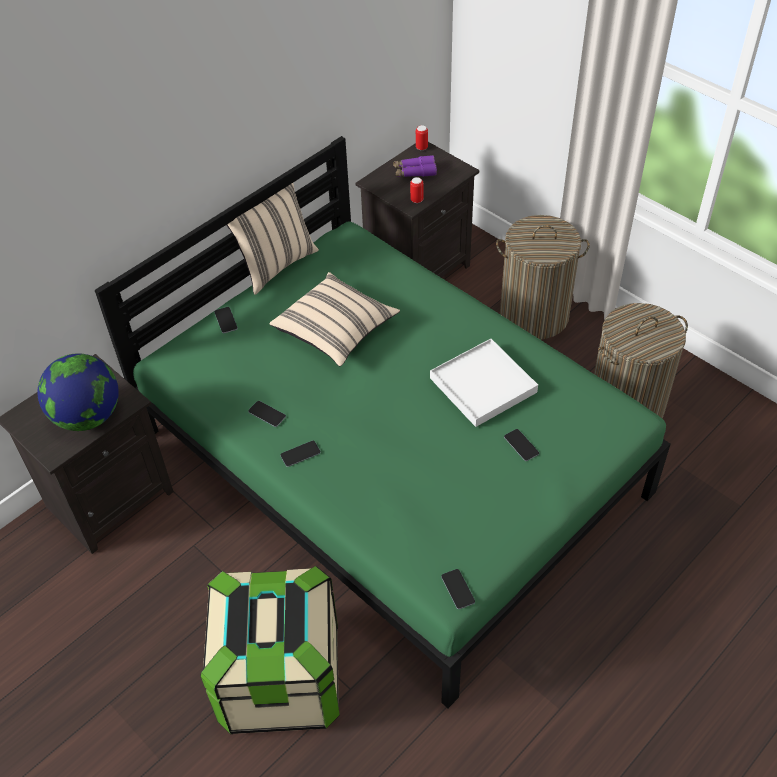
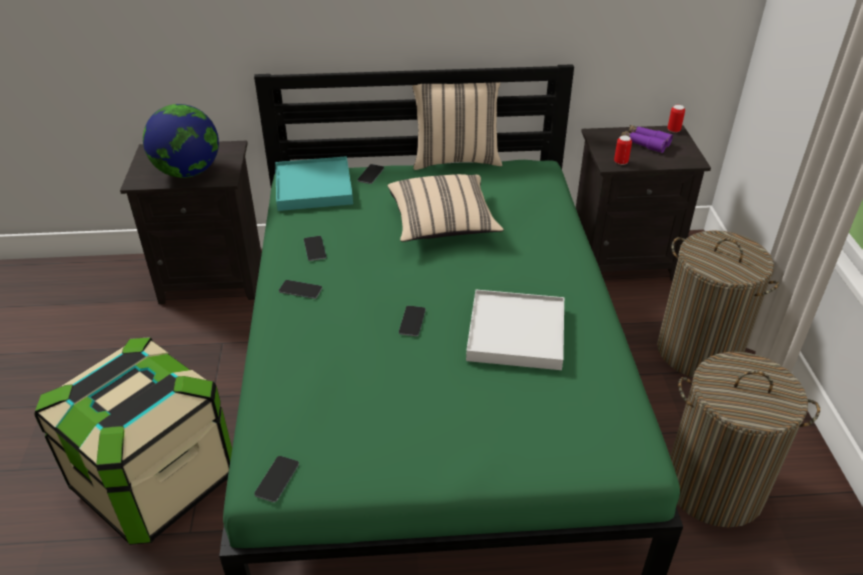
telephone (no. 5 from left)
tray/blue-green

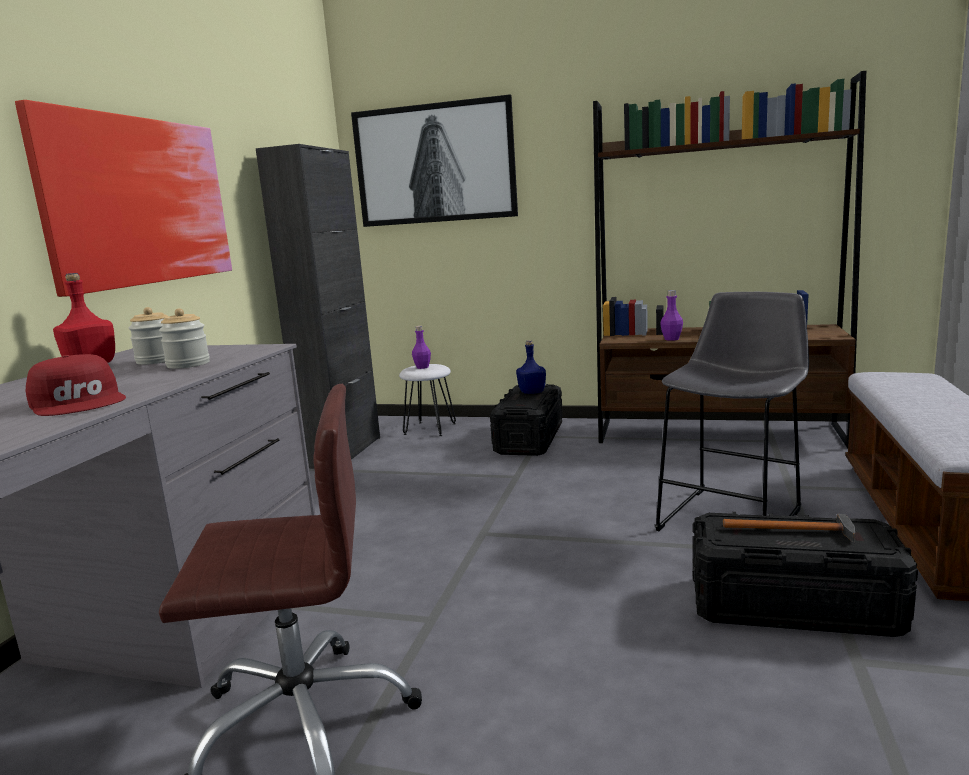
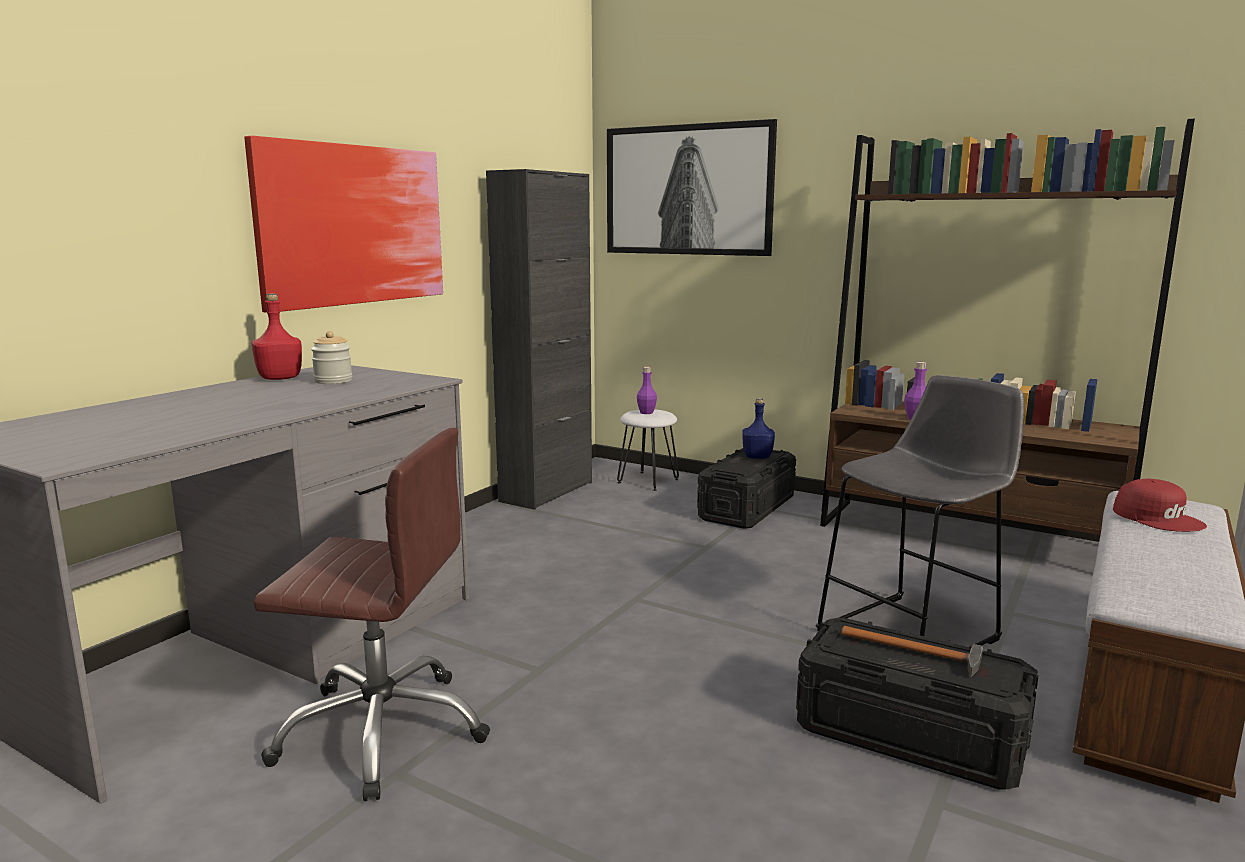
baseball cap/red
preserve jar (no. 2 from left in the first image)

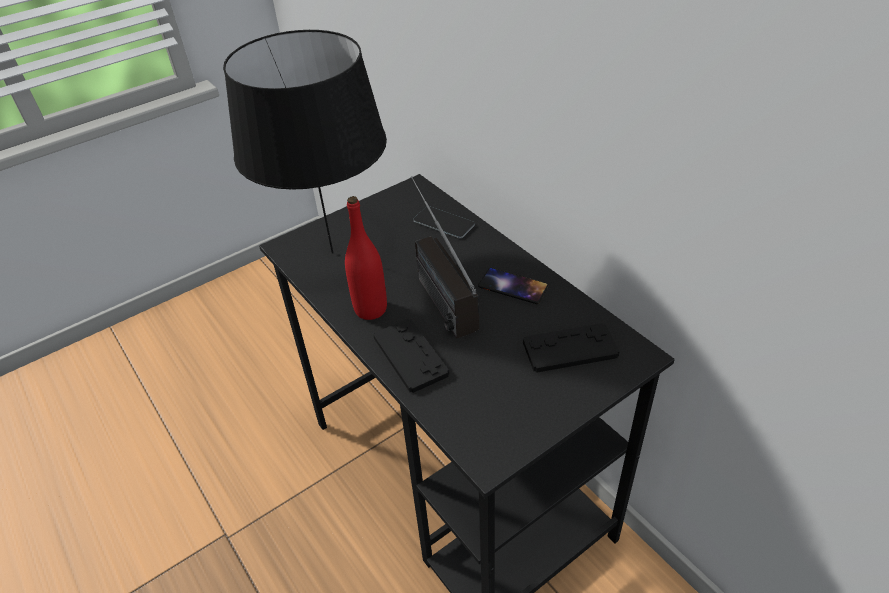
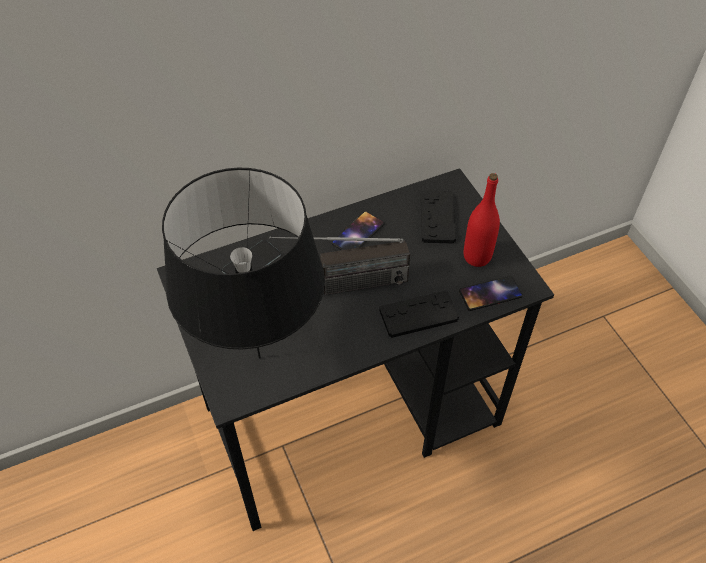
beverage bottle/red
telephone (no. 3 from left)

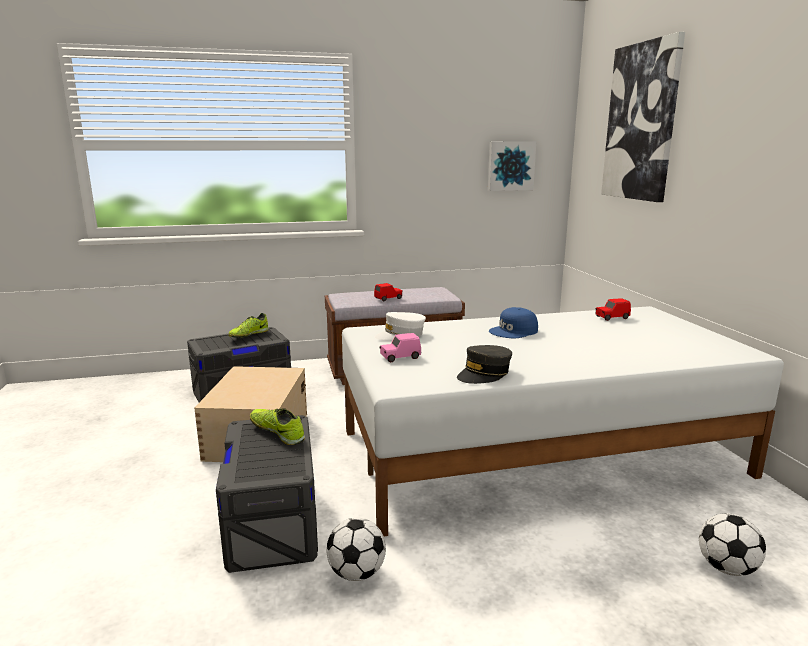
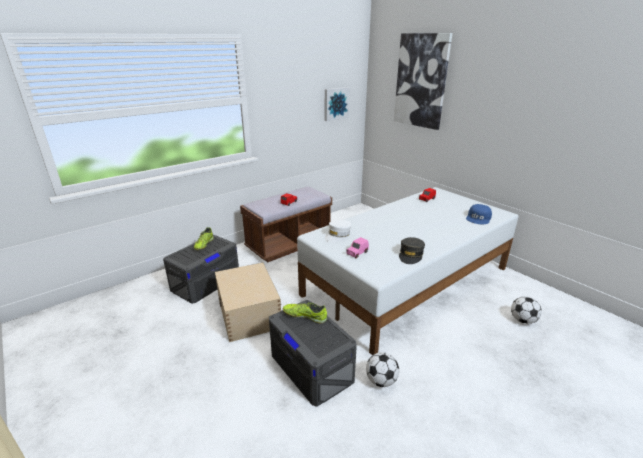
baseball cap/blue-coloured

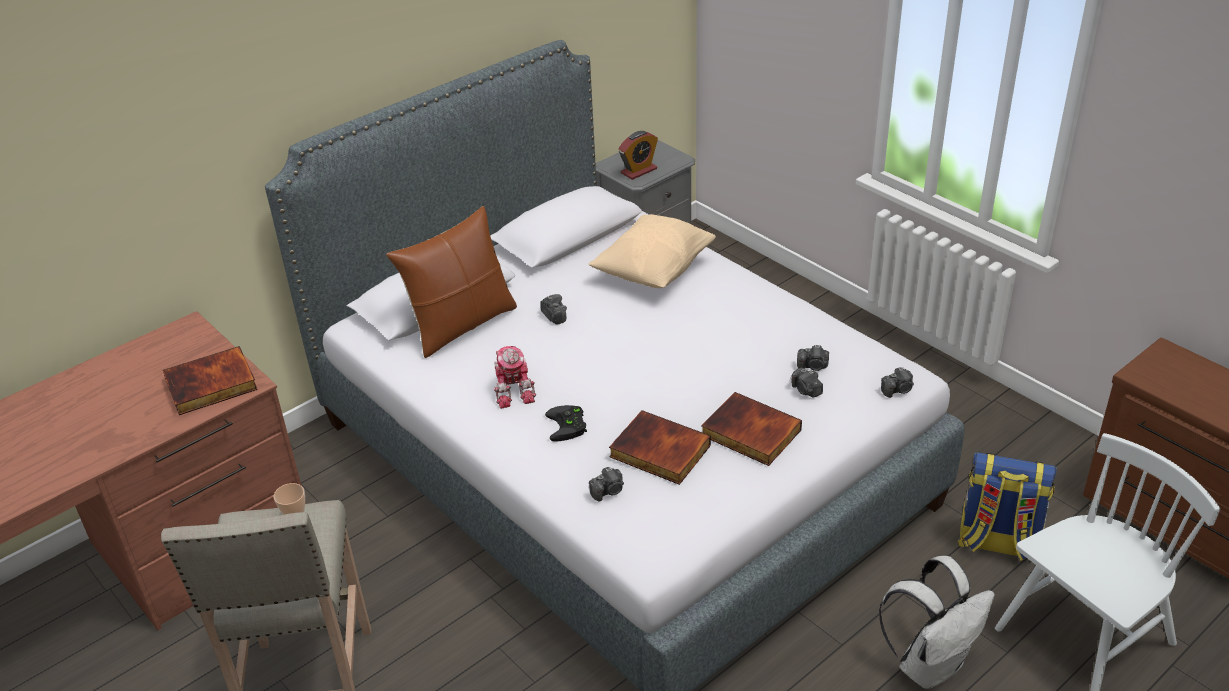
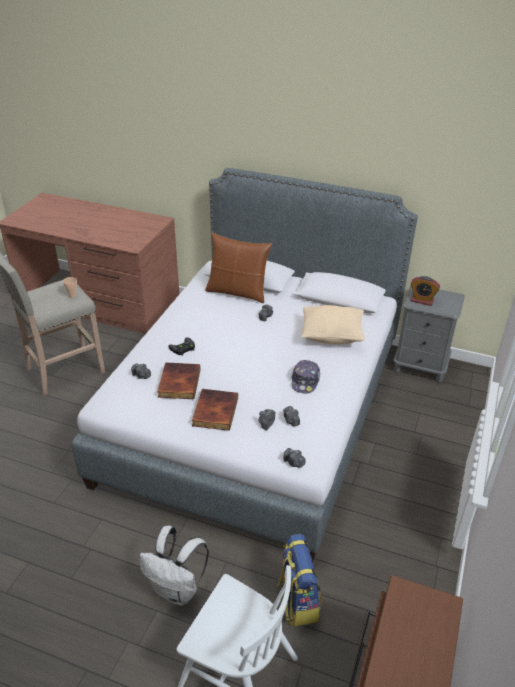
volume (no. 1 from left in the first image)
robot figure
baseball cap

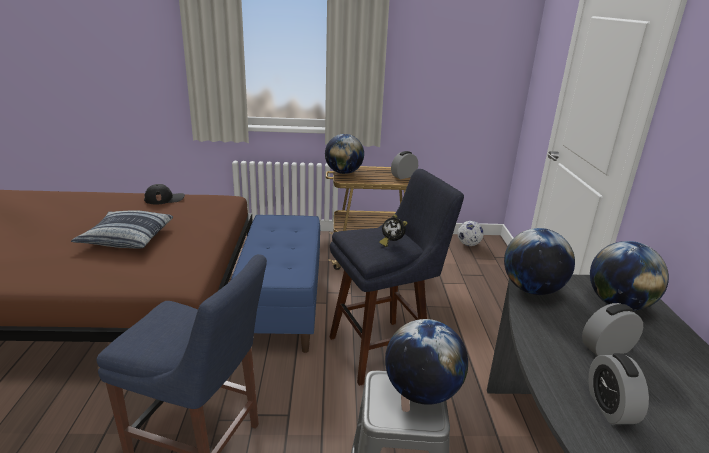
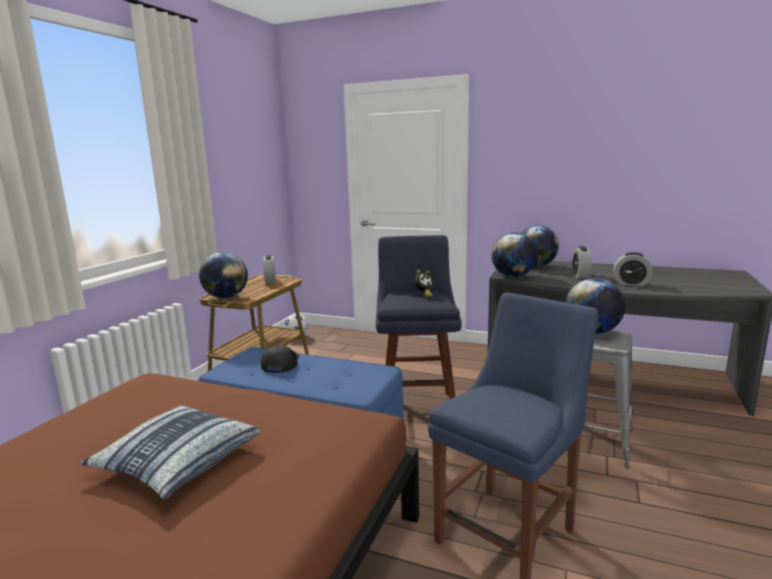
baseball cap/black-coloured

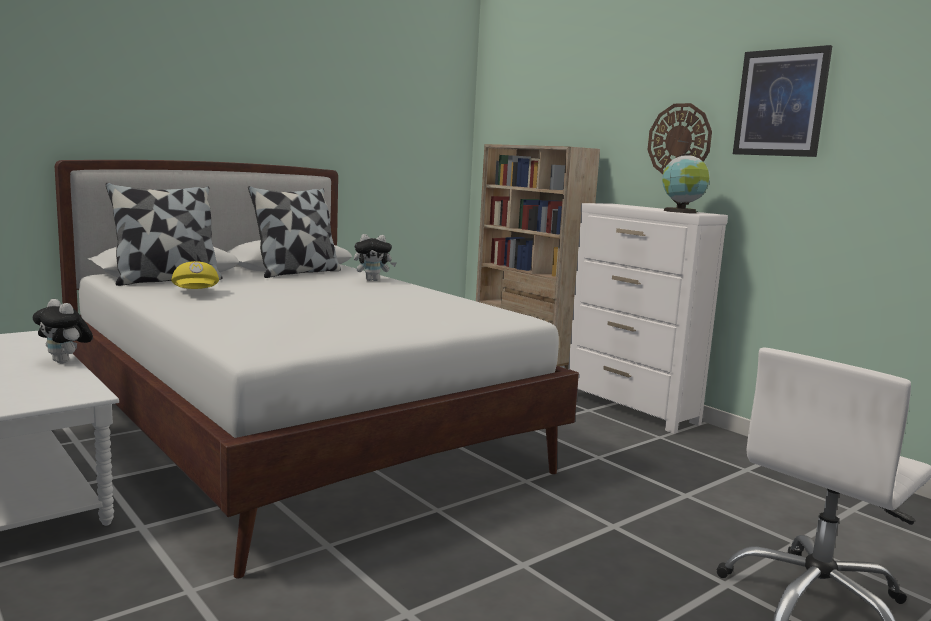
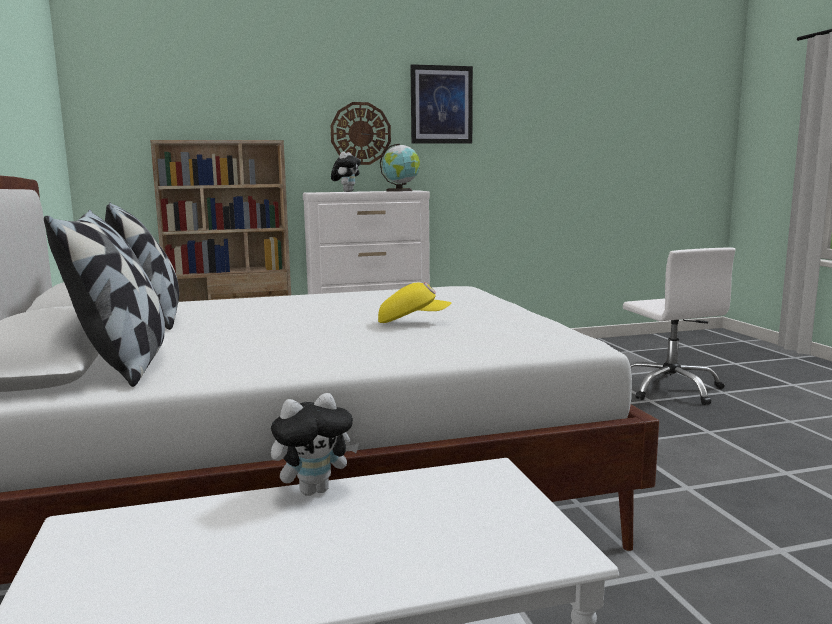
baseball cap/yellow-coloured
soft toy (no. 2 from left)

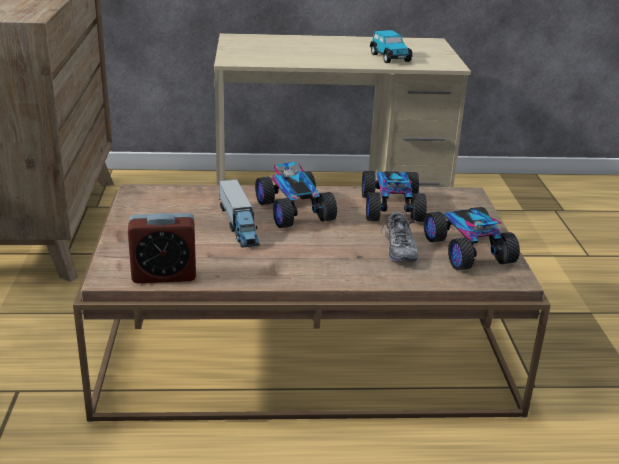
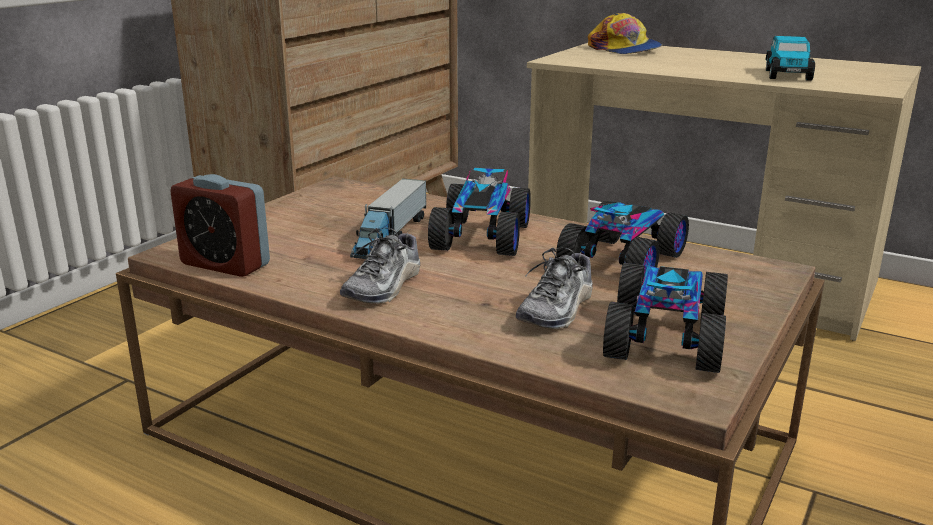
low shoe (no. 1 from left)
baseball cap

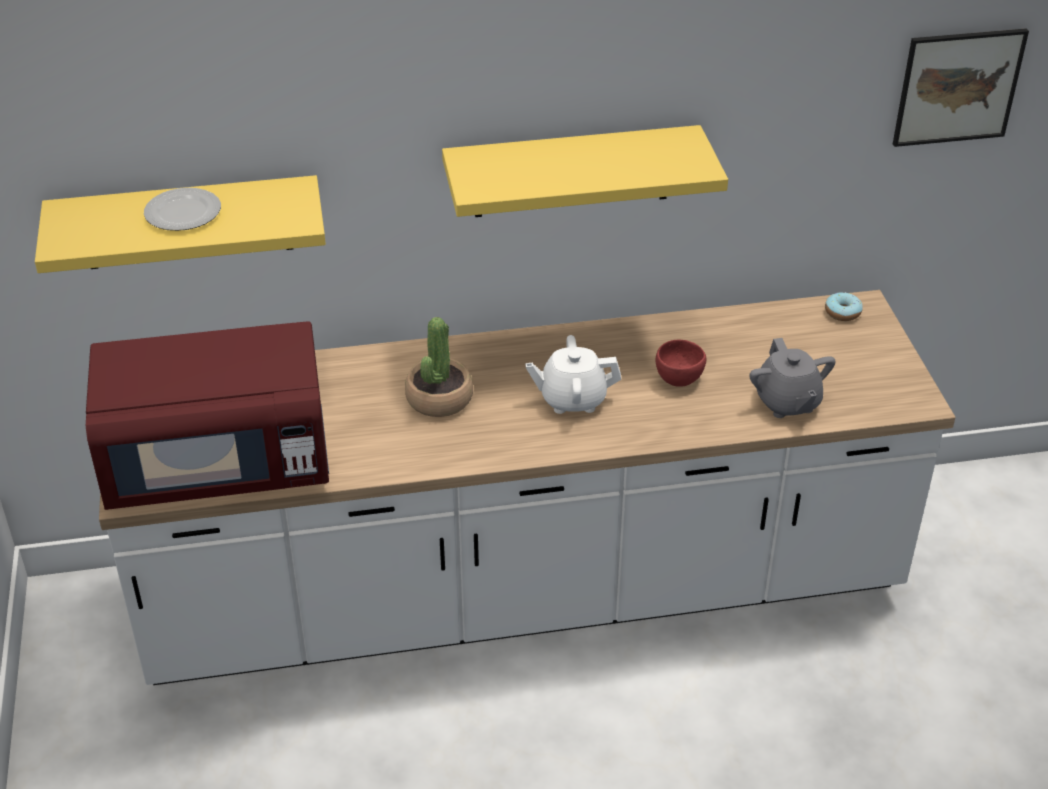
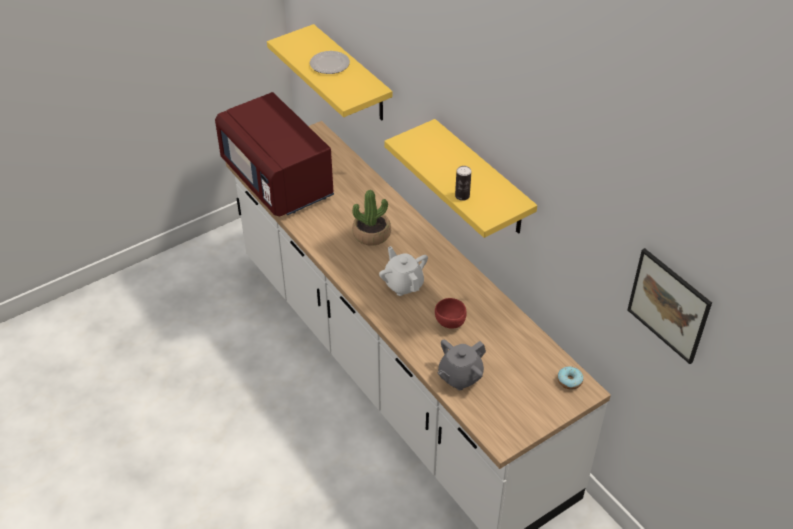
sealed can

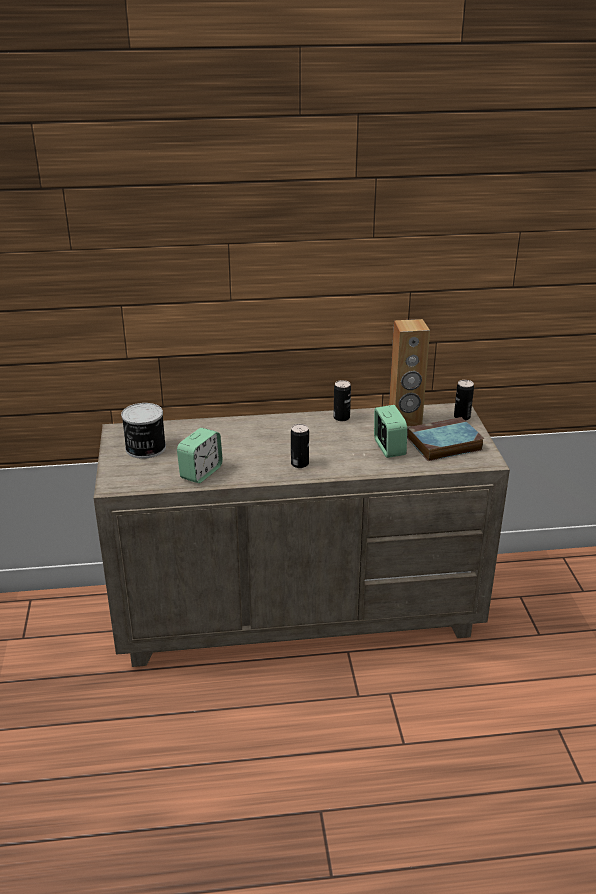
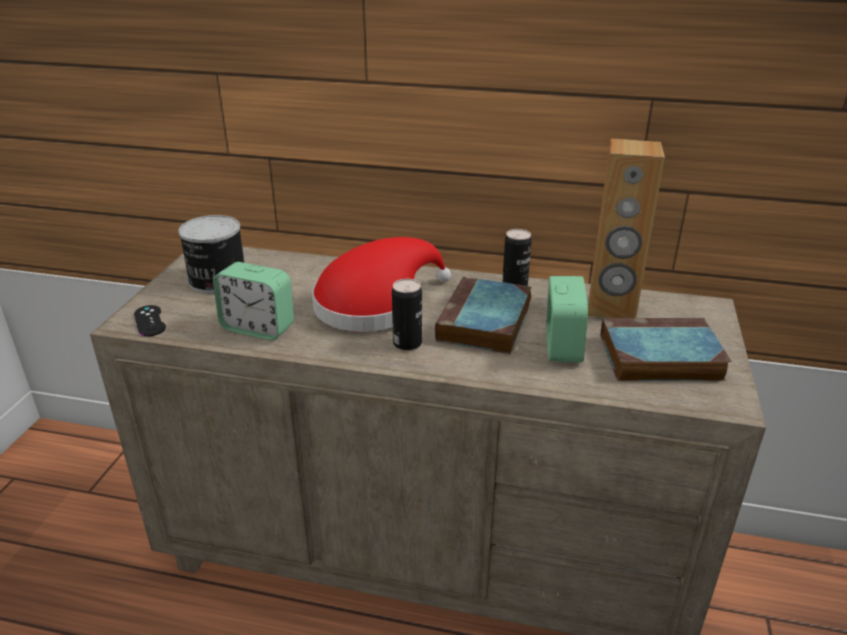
table clock (no. 1 from left)
sealed can (no. 4 from left in the first image)
joypad/black-coloured
clothing hat/red
volume (no. 1 from left)

